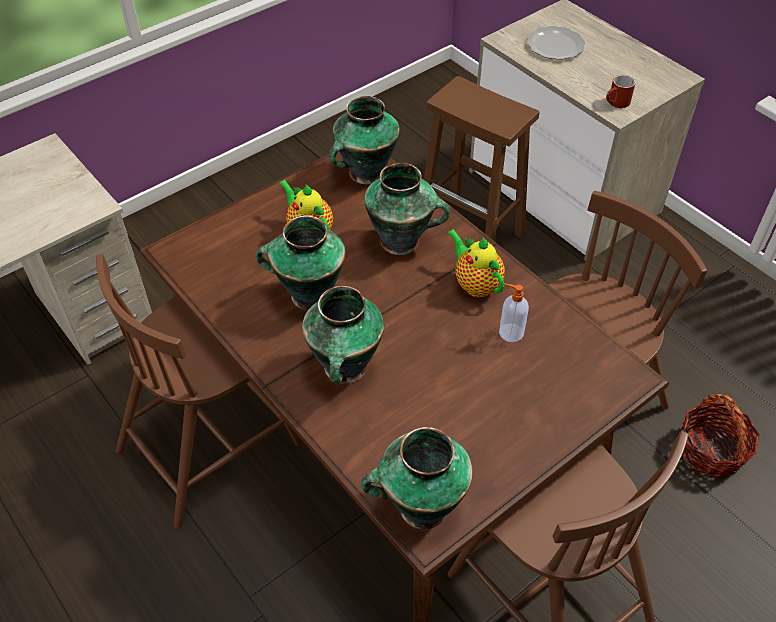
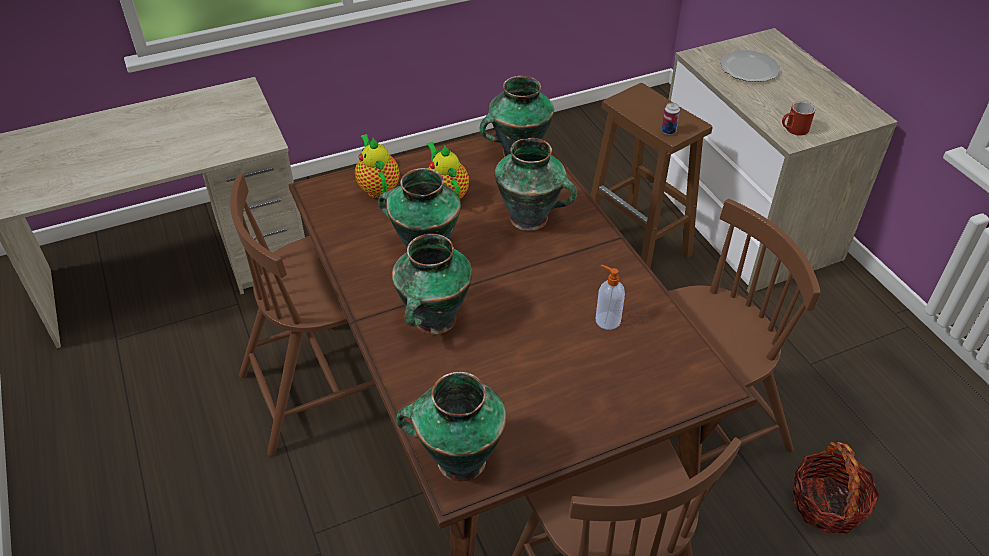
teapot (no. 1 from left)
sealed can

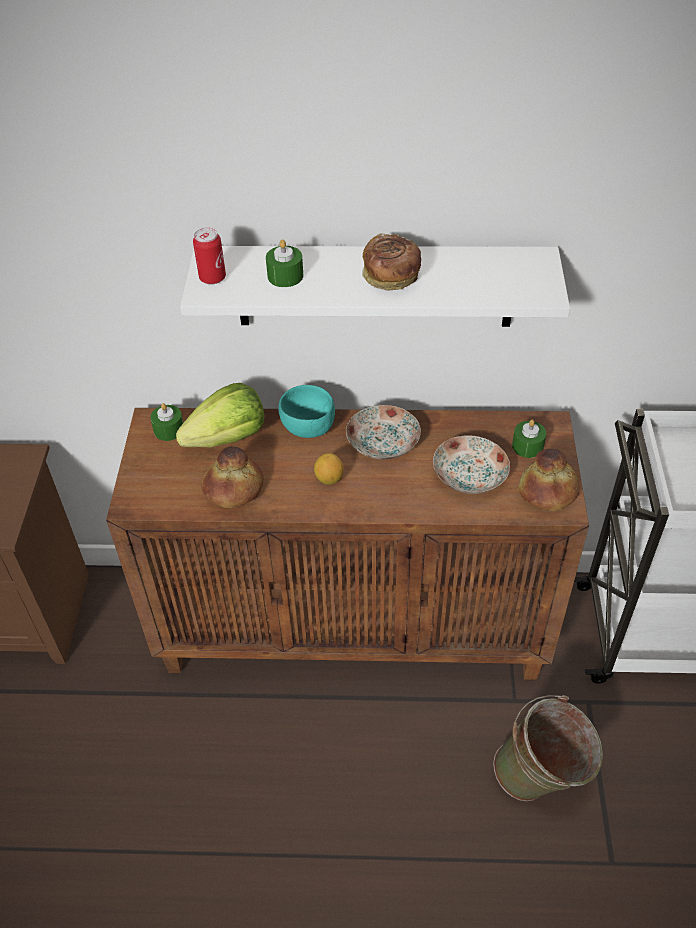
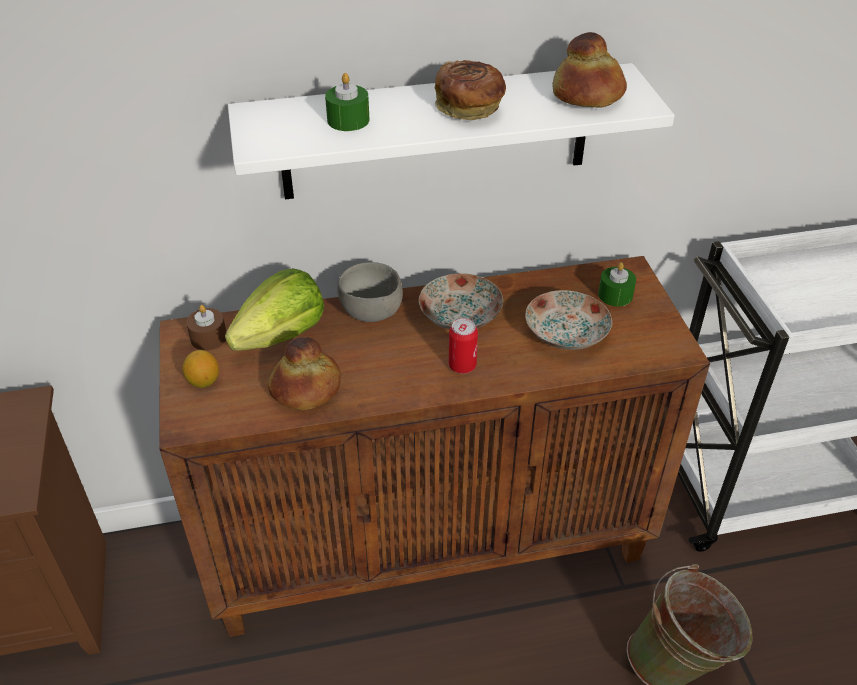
wax candle/brownish
sealed can
bowl/greyish
lemon
bakery bread (no. 3 from left)

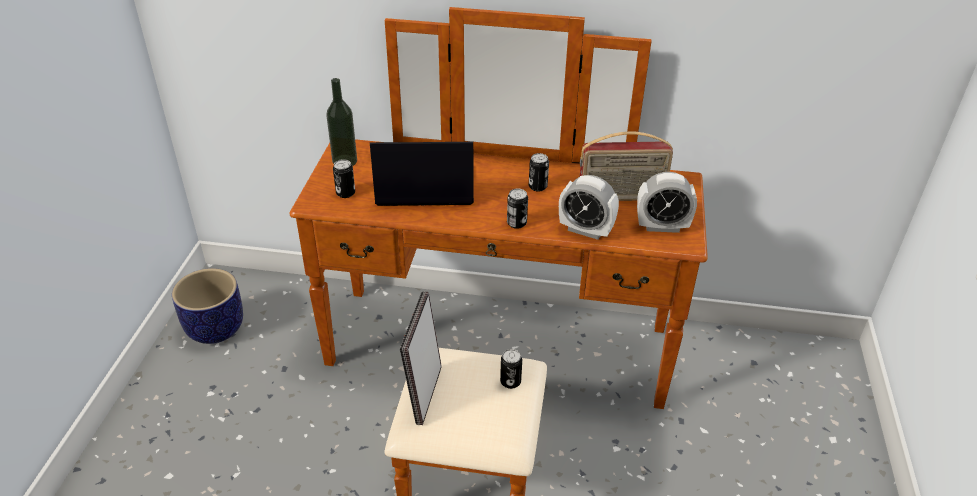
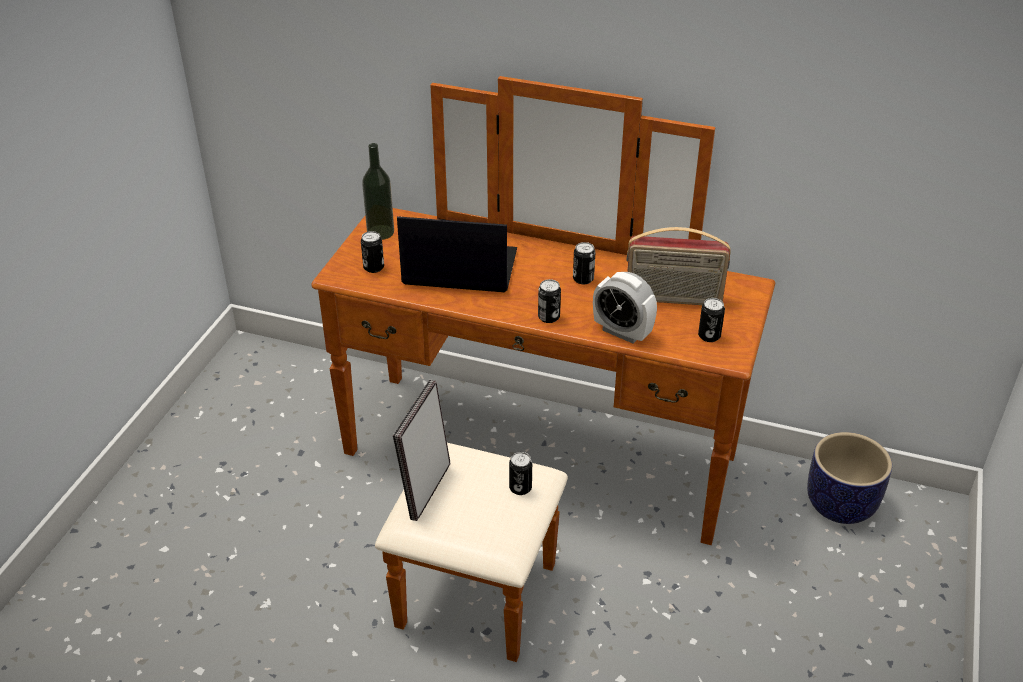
plant pot
sealed can (no. 5 from left)

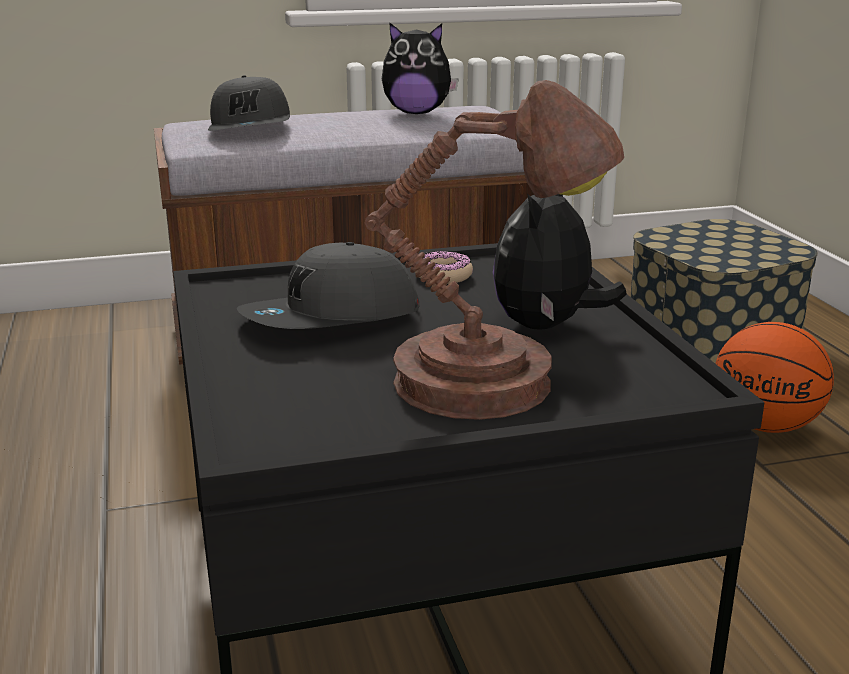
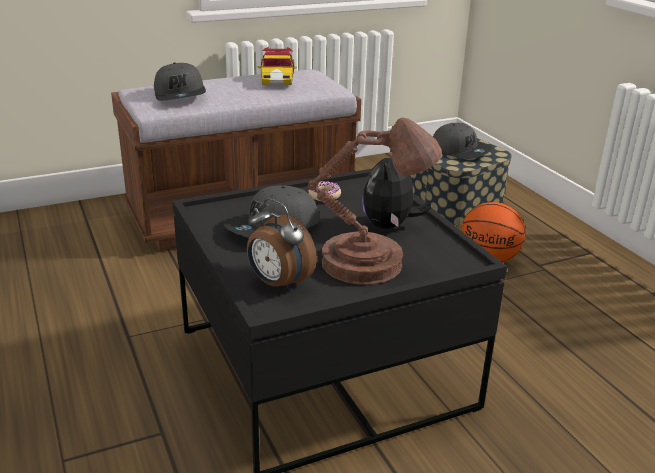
miniature car
table clock
baseball cap/greyish (no. 3 from left)

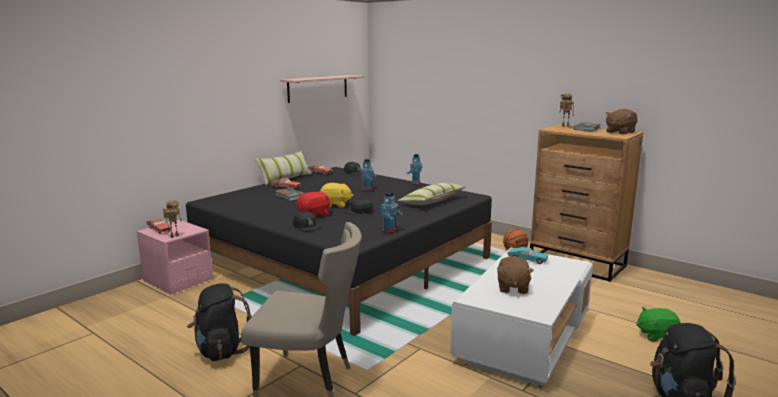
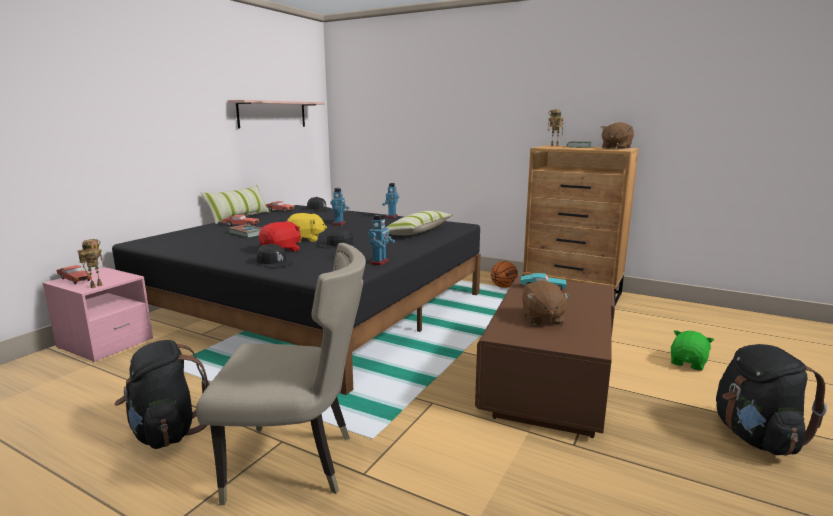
low table/brownish
soft toy/green-coloured

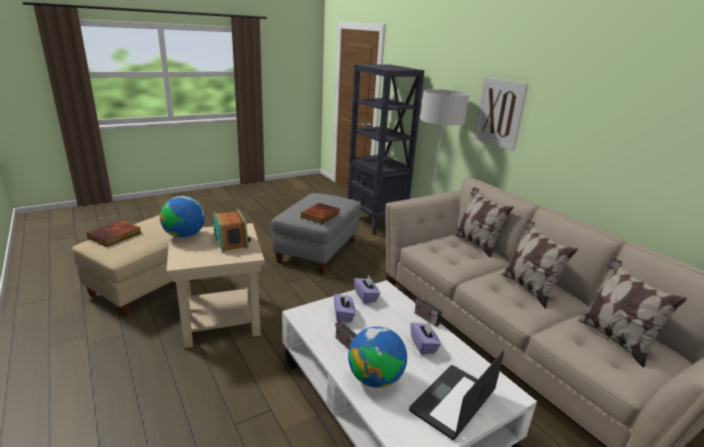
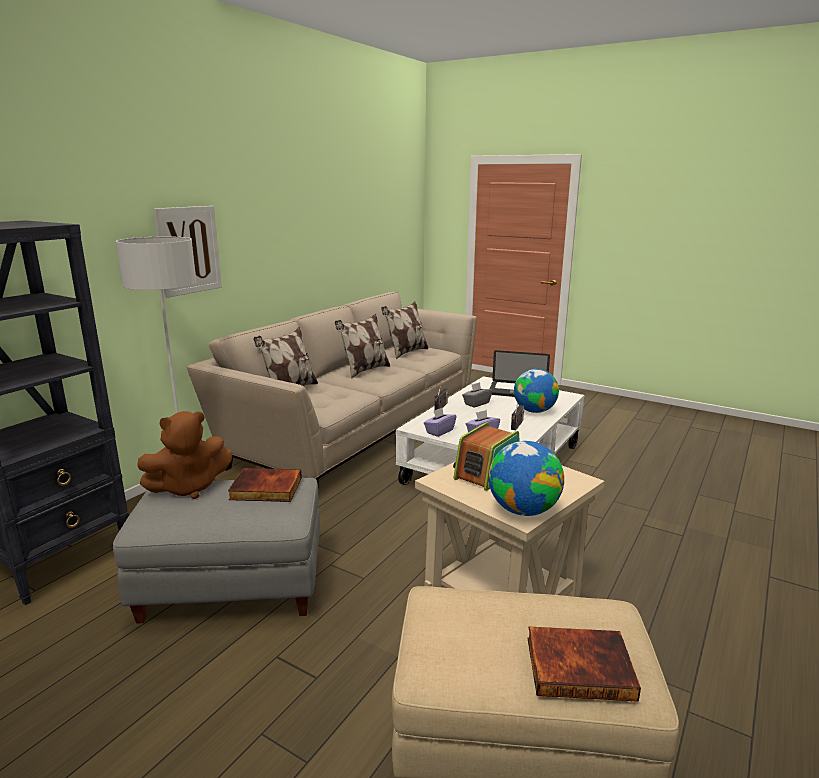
tissue box/greyish
soft toy/brownish

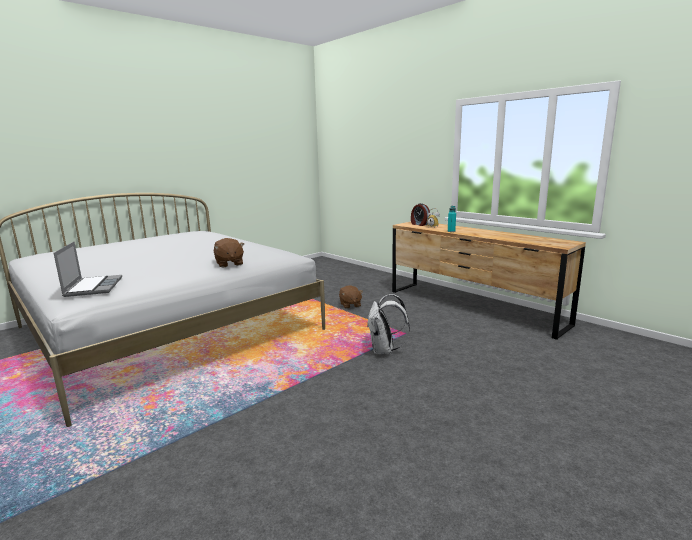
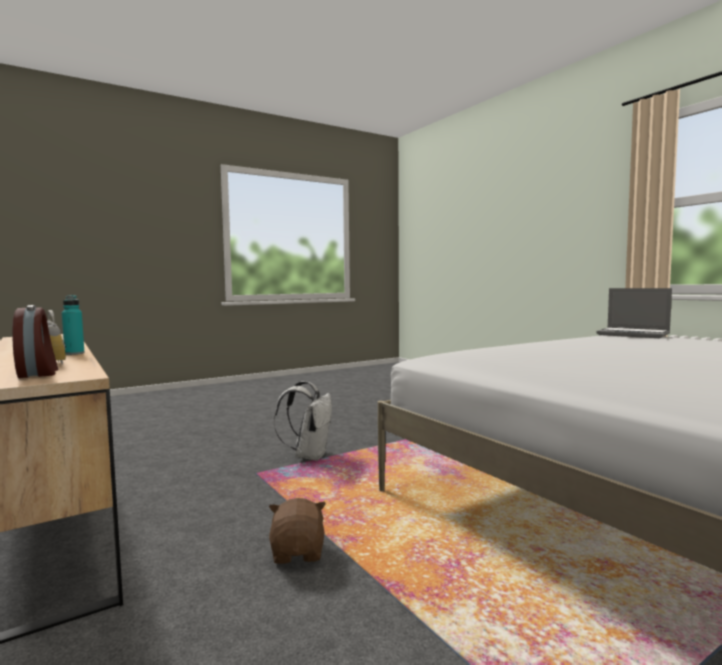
notebook computer
soft toy/brownish (no. 1 from left in the first image)

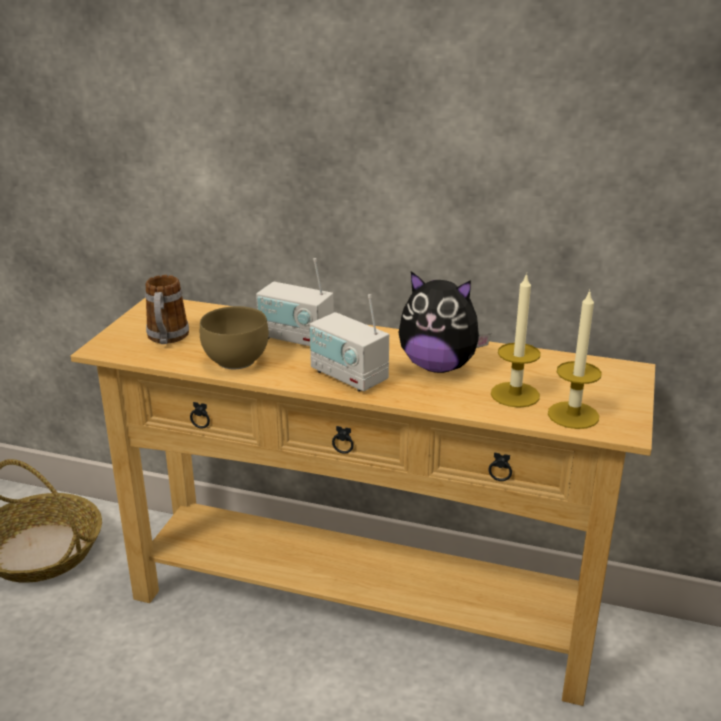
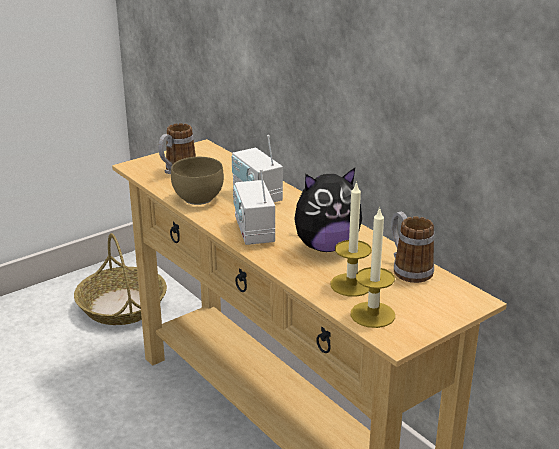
soft toy
coffee mug (no. 2 from left)

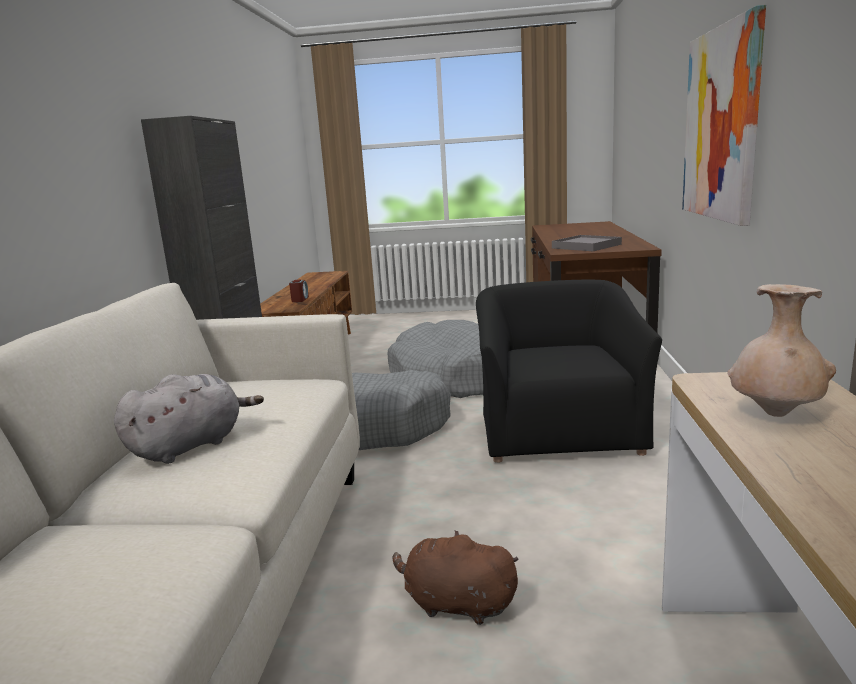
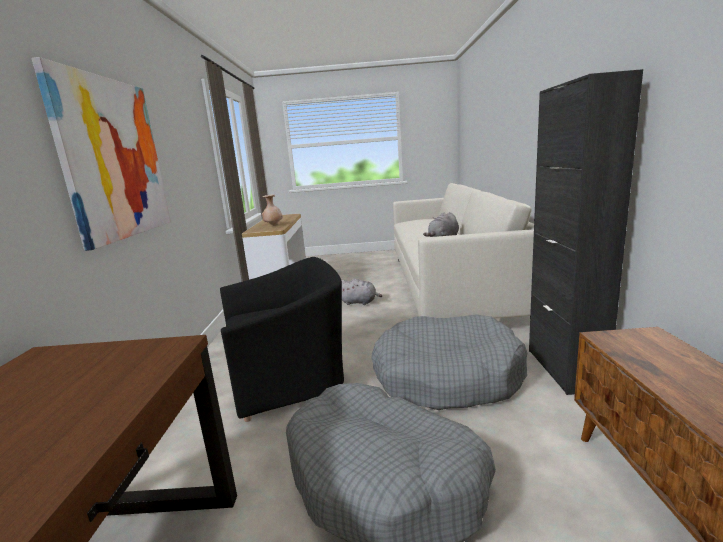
table clock
soft toy/greyish (no. 1 from left)
easy chair/black-coloured
tray/greyish

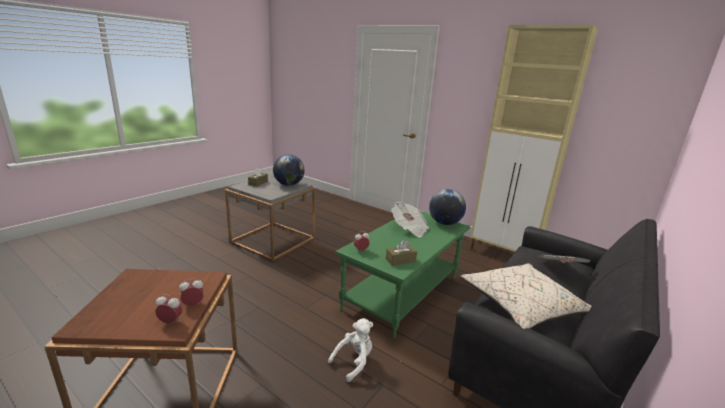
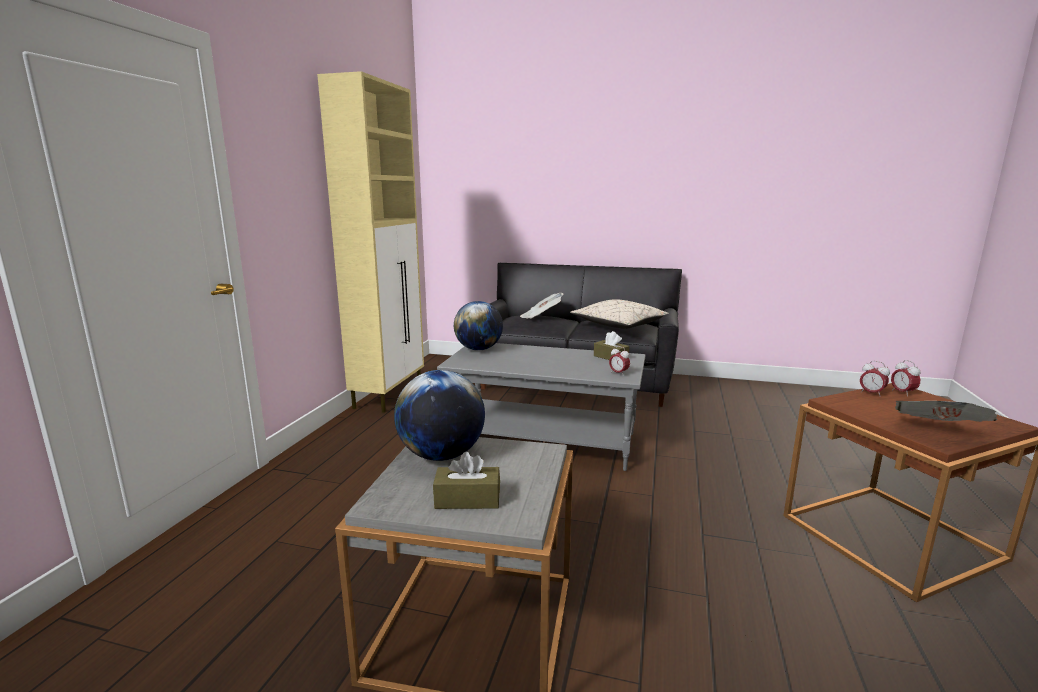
soft toy/white
low table/greyish
daily paper (no. 2 from left)

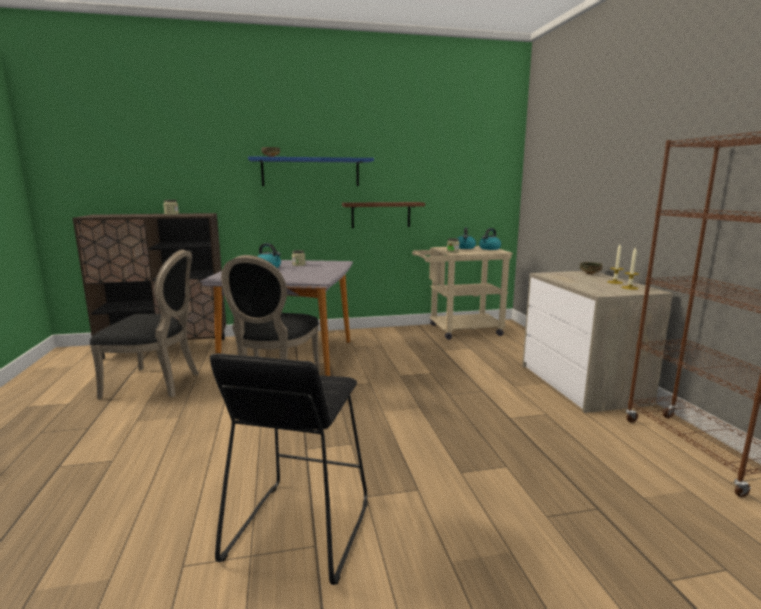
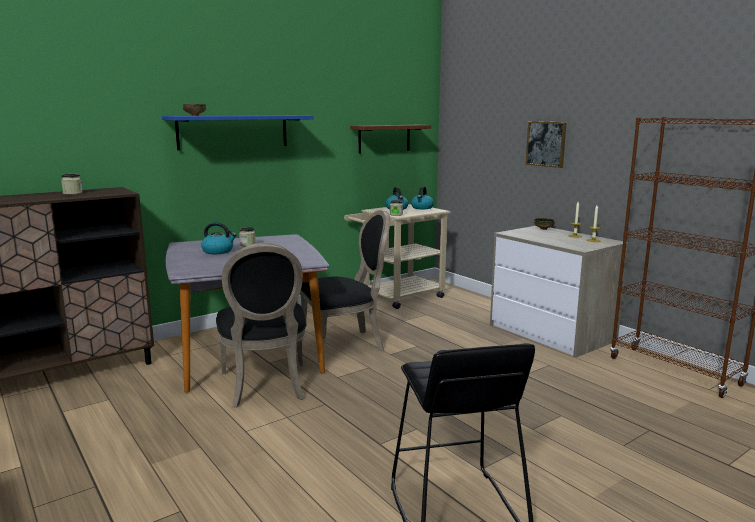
chair/black-coloured (no. 2 from left)
wall shelf/brownish
wall picture

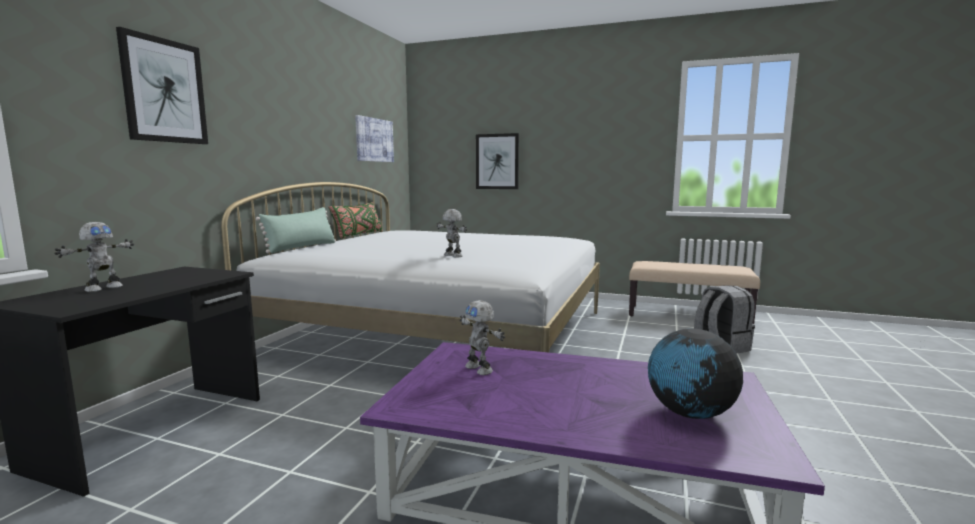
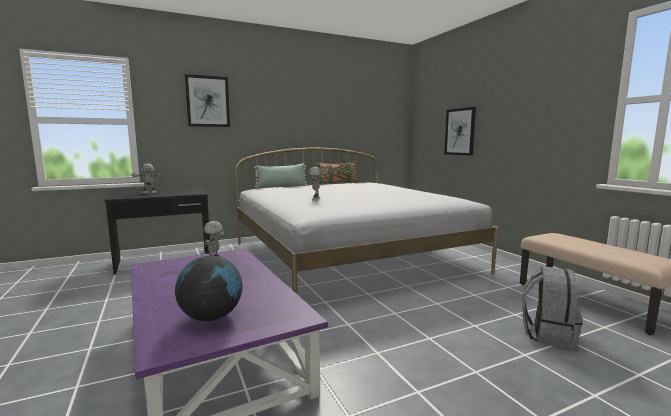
wall picture (no. 2 from left in the first image)

